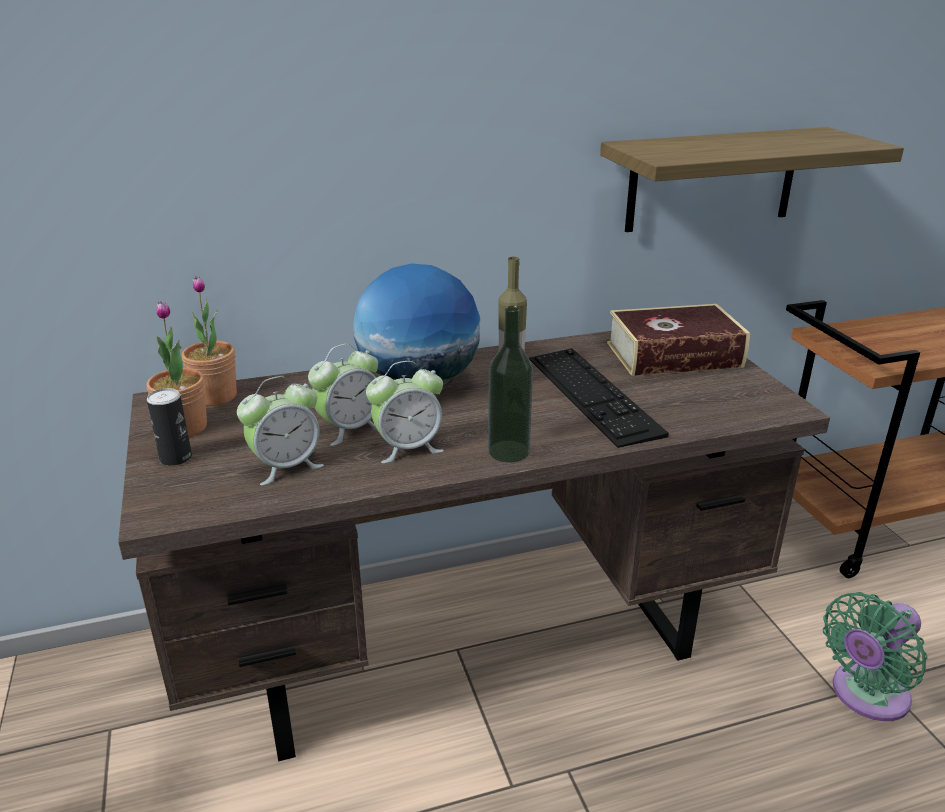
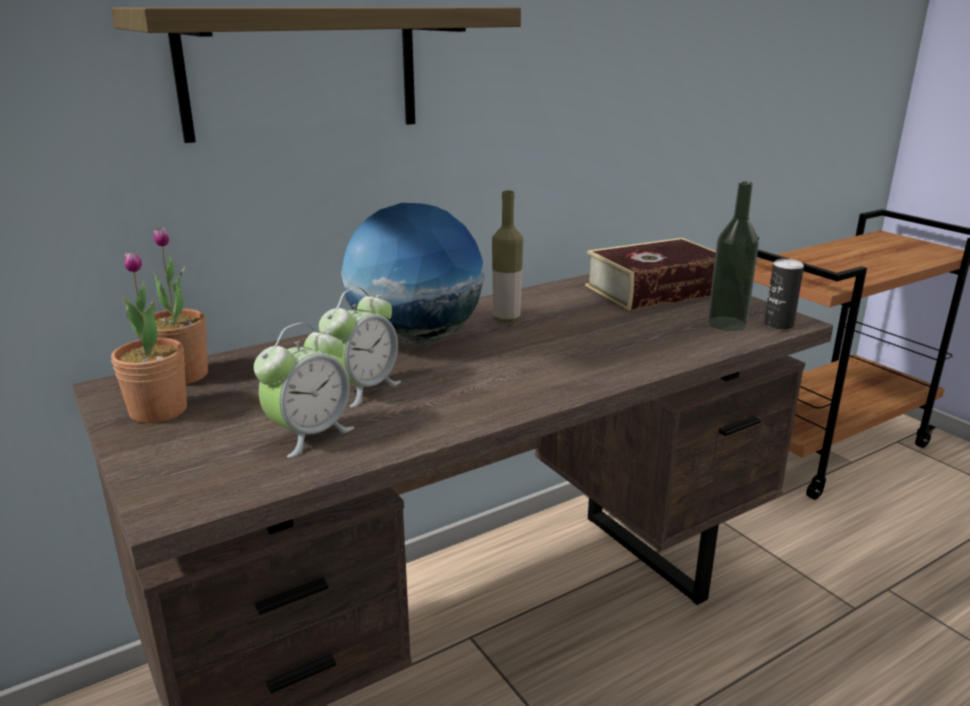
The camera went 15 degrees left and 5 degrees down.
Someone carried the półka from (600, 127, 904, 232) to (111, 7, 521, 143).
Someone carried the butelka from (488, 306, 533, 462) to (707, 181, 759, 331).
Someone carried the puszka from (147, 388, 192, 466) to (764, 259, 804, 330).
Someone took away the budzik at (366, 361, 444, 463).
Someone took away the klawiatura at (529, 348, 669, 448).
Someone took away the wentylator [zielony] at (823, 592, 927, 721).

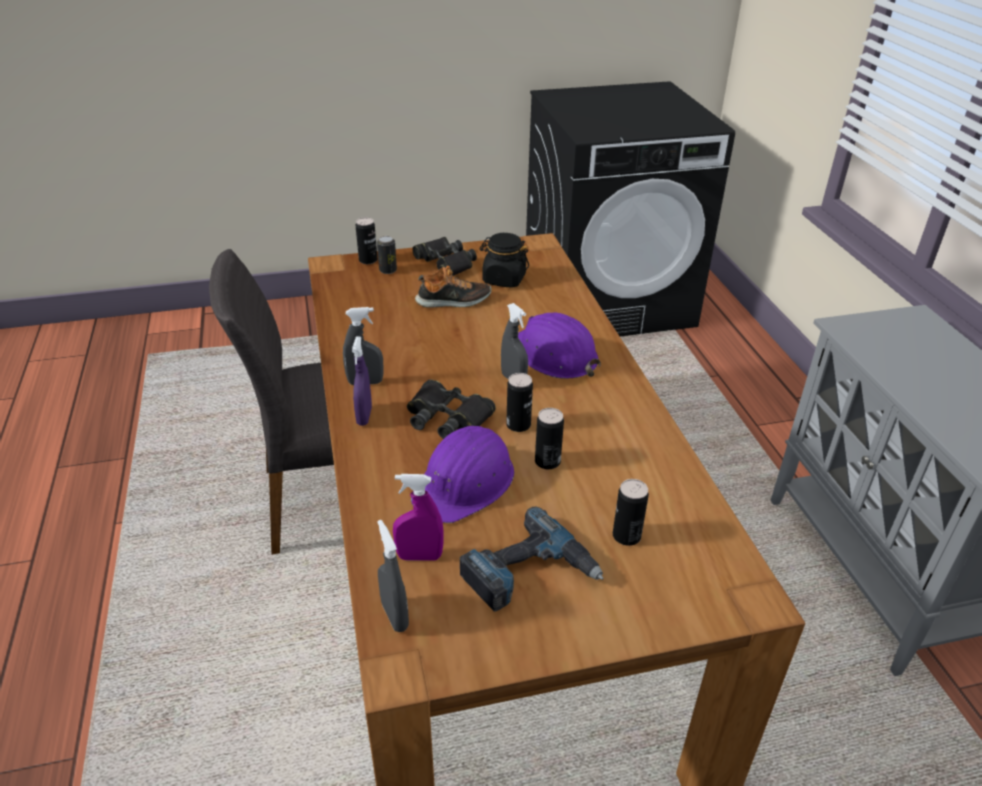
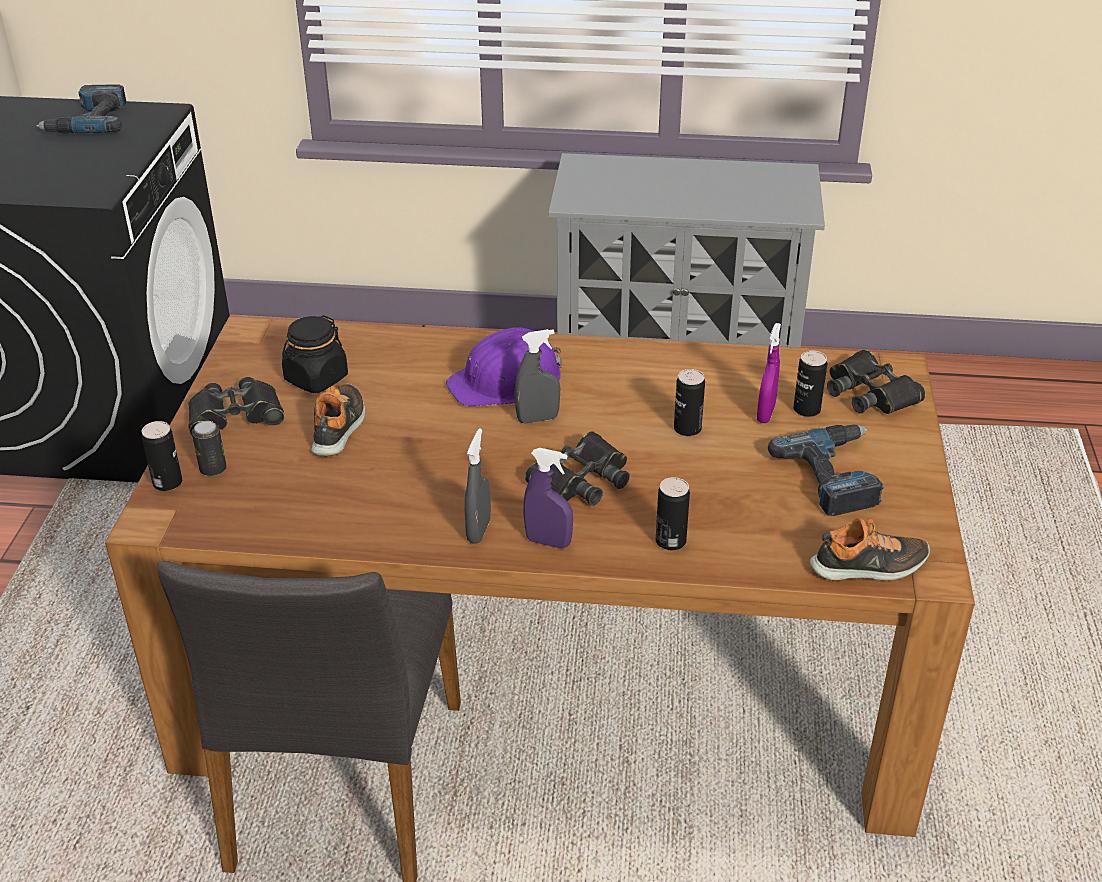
The camera went 70 degrees left and 0 degrees up.
Someone put down the wiertarka at (36, 84, 127, 134).
Someone carried the puszka from (506, 373, 533, 432) to (656, 477, 690, 550).
Someone carried the spryskiwacz [fioletowy] from (393, 474, 444, 561) to (757, 323, 781, 423).
Someone swapped the spryskiwacz [szary] at (377, 520, 409, 632) for the but at (810, 518, 930, 580).
Someone put down the lornetka [czarny] at (827, 350, 926, 414).
Someone took away the kask [fioletowy] at (411, 426, 514, 523).

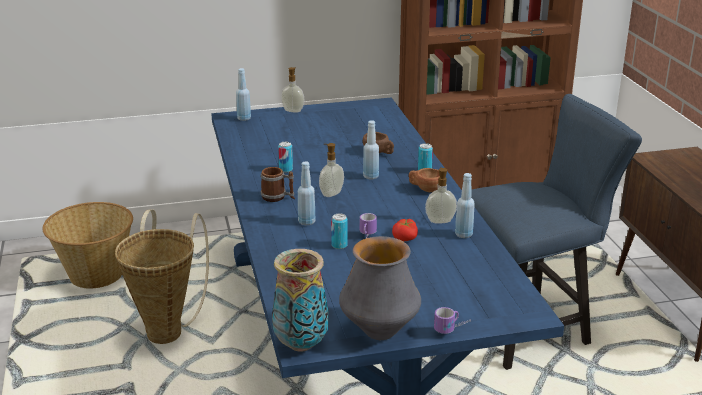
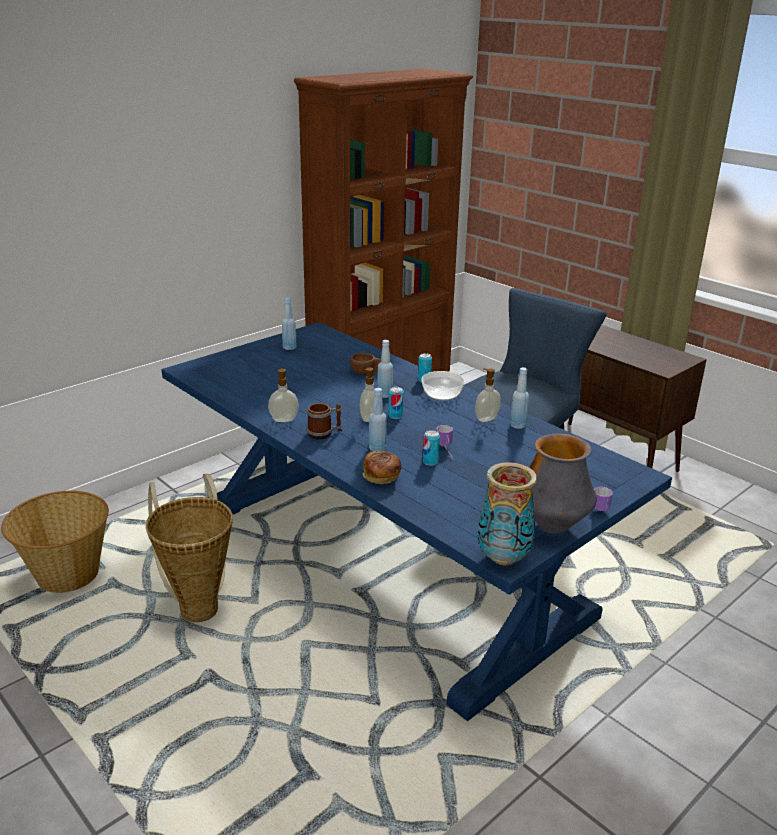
The camera went 30 degrees left and 0 degrees up.
Someone carried the dozownik mydła from (281, 67, 305, 113) to (268, 368, 299, 422).
Someone carried the butelka [niebieski] from (236, 68, 251, 121) to (282, 298, 297, 350).
Someone put down the chleb at (363, 451, 402, 484).
Someone carried the puszka from (278, 142, 293, 172) to (389, 387, 404, 419).
Someone swapped the filiżanka [brązowy] at (409, 168, 440, 192) for the miska at (422, 371, 465, 400).
Someone took away the pomidor at (392, 219, 418, 241).

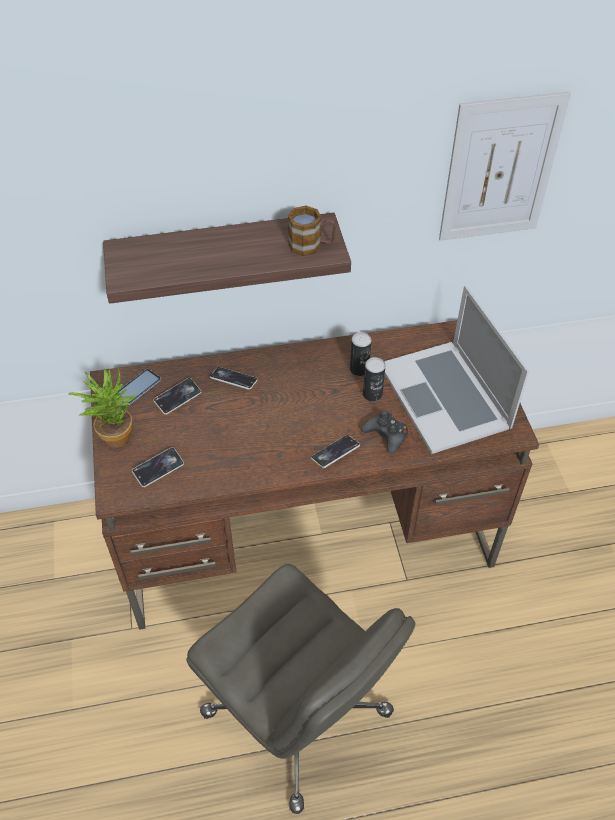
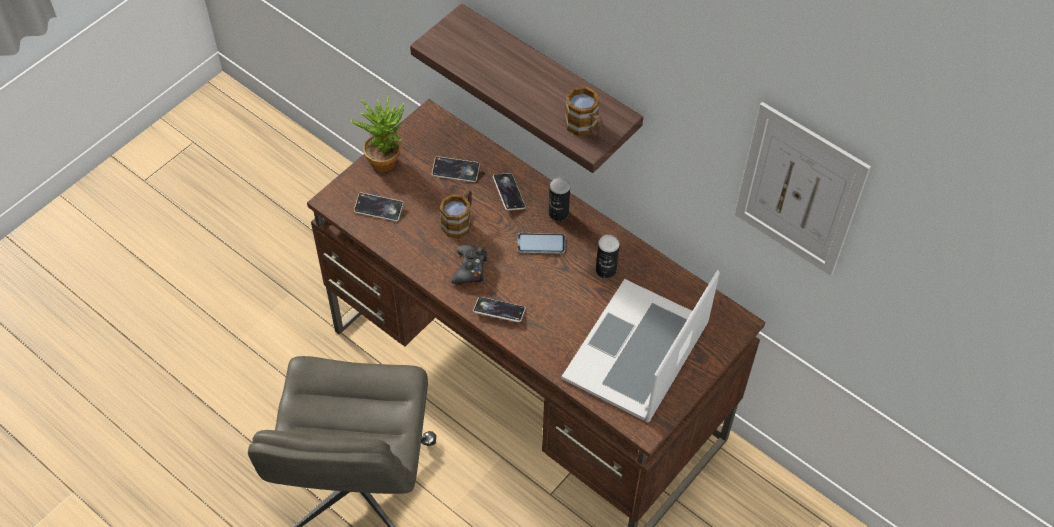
The camera went 50 degrees right and 5 degrees up.
Someone put down the kubek at (440, 189, 472, 238).
Someone carried the pad do gier [czarny] from (361, 411, 408, 454) to (451, 245, 488, 284).
Someone carried the telefon from (118, 369, 161, 405) to (517, 233, 565, 253).
Someone carried the puszka from (363, 357, 386, 402) to (549, 177, 570, 221).

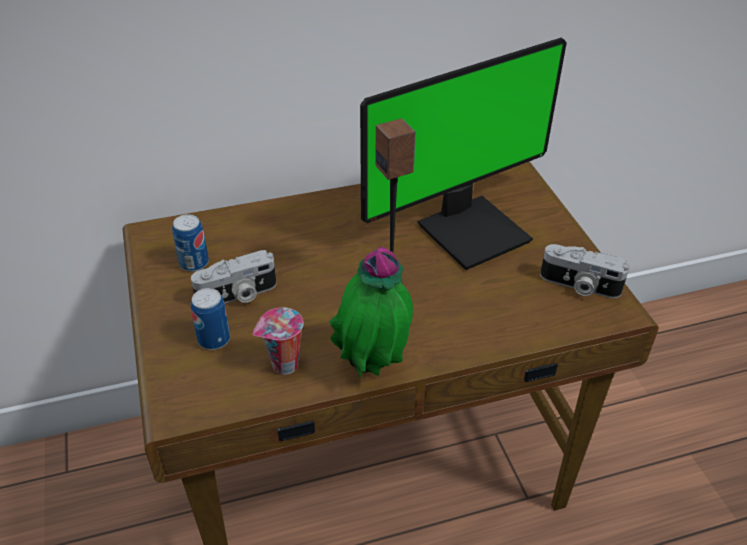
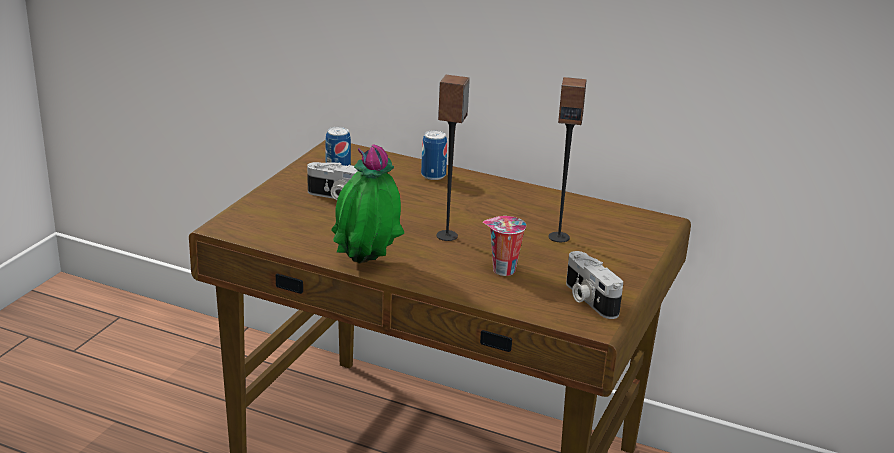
The camera went 40 degrees right and 15 degrees down.
Someone carried the puszka from (191, 288, 230, 350) to (421, 130, 447, 180).
Someone carried the filiżanka from (253, 308, 303, 375) to (483, 216, 526, 276).
Someone swapped the monitor at (360, 38, 567, 270) for the głośnik at (548, 77, 587, 242).

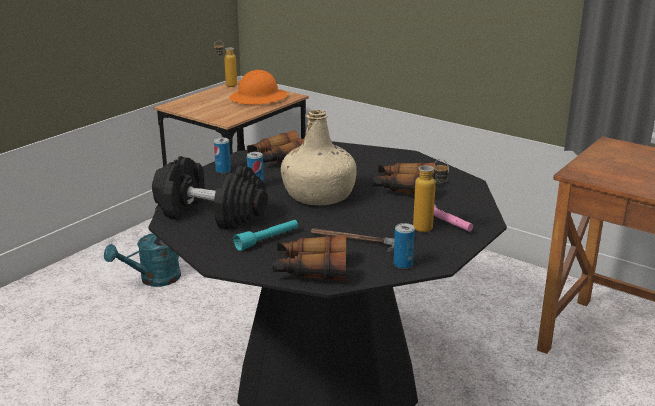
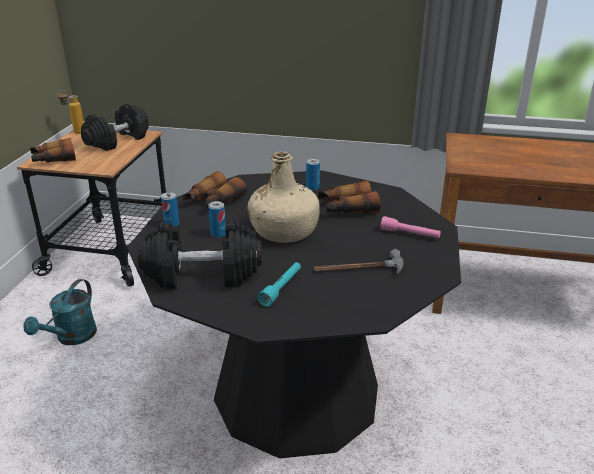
The camera went 25 degrees left and 5 degrees up.
Someone carried the lornetka from (273, 235, 346, 282) to (30, 138, 76, 162).
Someone swapped the kask [pomarańczowy] at (229, 70, 288, 105) for the hantel [czarny] at (81, 103, 149, 151).
Someone carried the puszka from (394, 223, 415, 269) to (306, 159, 320, 191).
Someone took away the butelka at (413, 159, 449, 232).

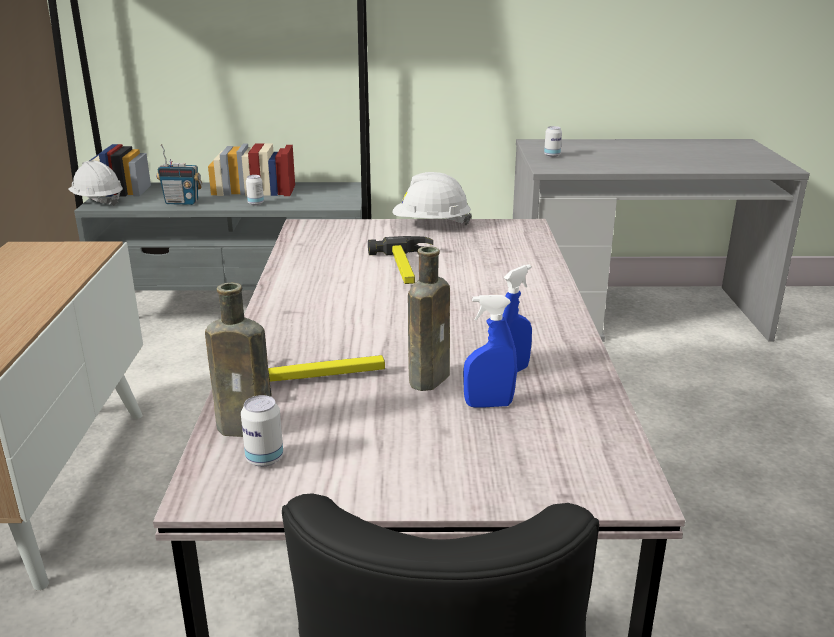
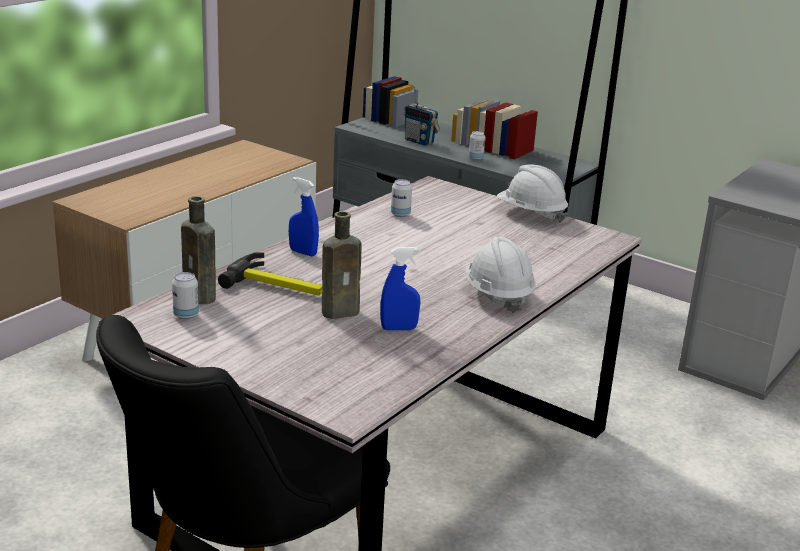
The camera went 35 degrees right and 0 degrees up.
Someone carried the spryskiwacz [niebieski] from (463, 295, 517, 408) to (289, 177, 319, 256).
Someone carried the puszka from (544, 126, 562, 157) to (391, 179, 412, 217).
Someone carried the kask [biały] from (68, 160, 123, 206) to (465, 237, 536, 313).
Someone took away the młotek at (368, 236, 433, 284).

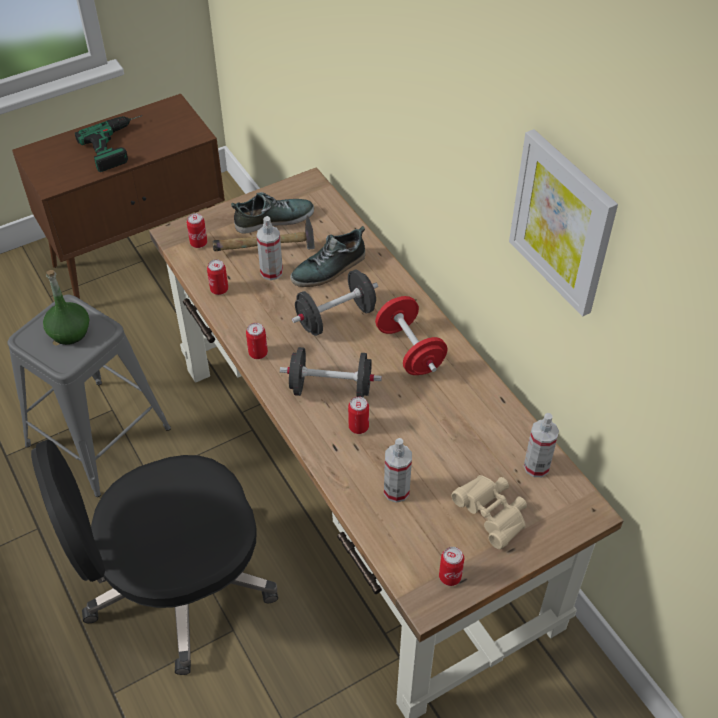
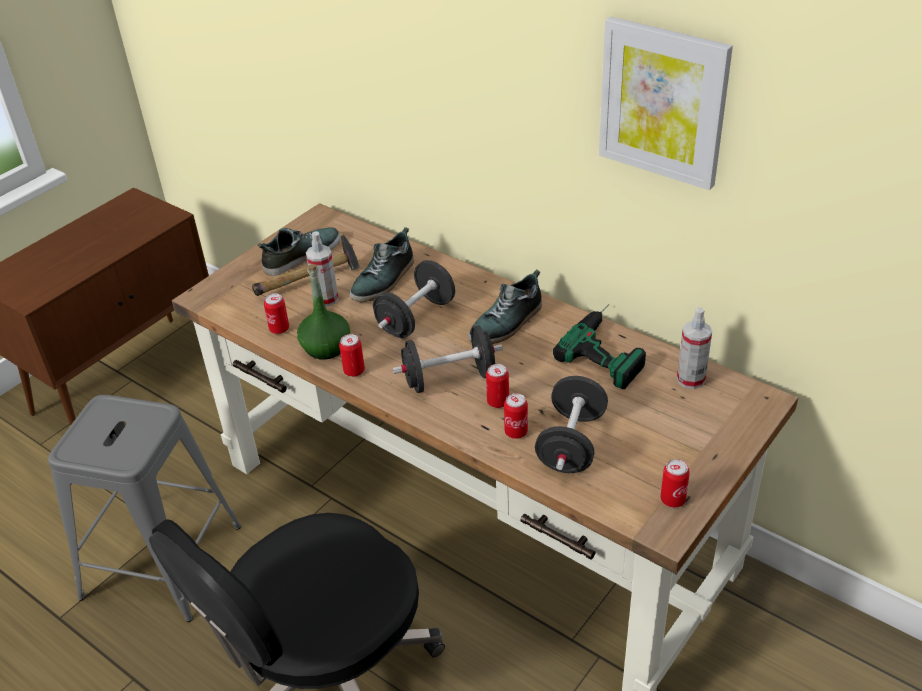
The camera went 20 degrees left and 10 degrees down.
Someone carried the butelka [zielony] from (43, 270, 89, 345) to (297, 264, 350, 360).
Someone swapped the hantel [czerwony] at (375, 296, 447, 375) for the but at (468, 269, 542, 344).
Someone carried the puszka from (187, 213, 207, 248) to (504, 393, 528, 439).
Someone swapped the spryskiwacz at (384, 438, 412, 503) for the hantel [czarny] at (535, 376, 608, 473).
Someone carried the wiertarka from (75, 115, 142, 172) to (553, 304, 646, 389).
Someone took away the lornetka [beżowy] at (451, 475, 527, 549).

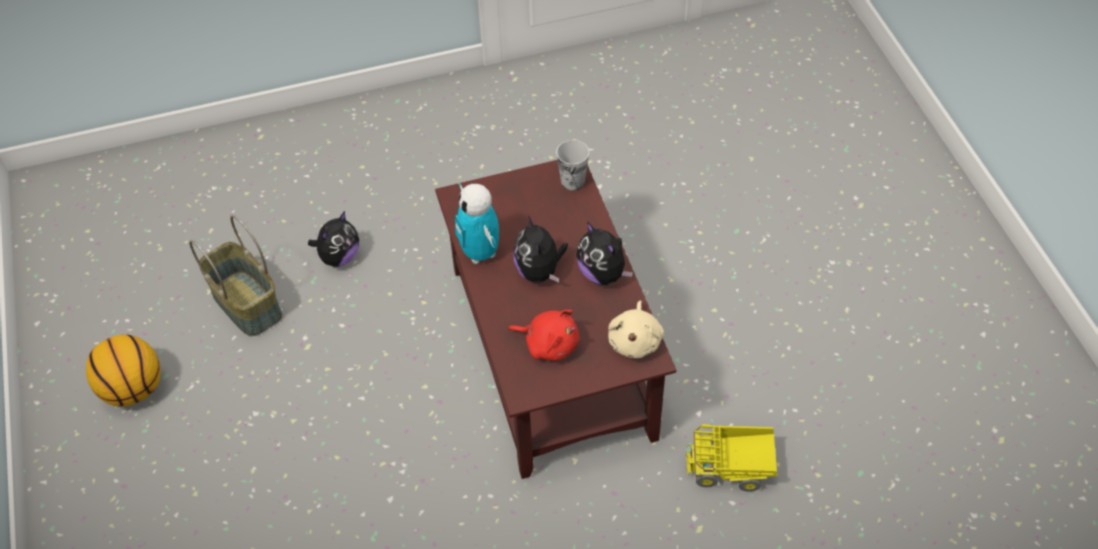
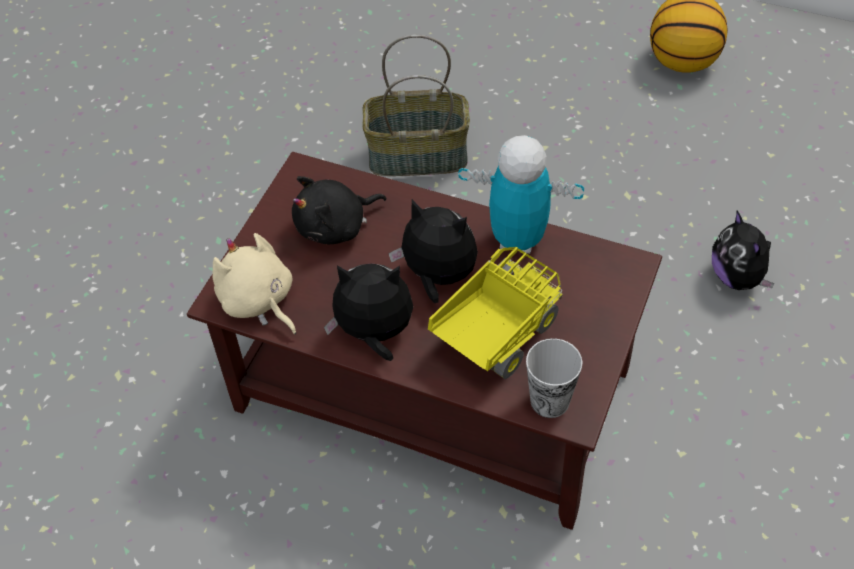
The camera went 130 degrees right and 0 degrees up.
Someone repainted the pluszak [czerwony] at (508, 310, 579, 360), which became the pluszak [czarny] at (292, 176, 386, 244).
Someone carried the koszyk from (189, 215, 282, 336) to (362, 35, 470, 176).
Someone carried the ciężarówka zabawkowa from (686, 424, 777, 492) to (428, 247, 563, 379).

